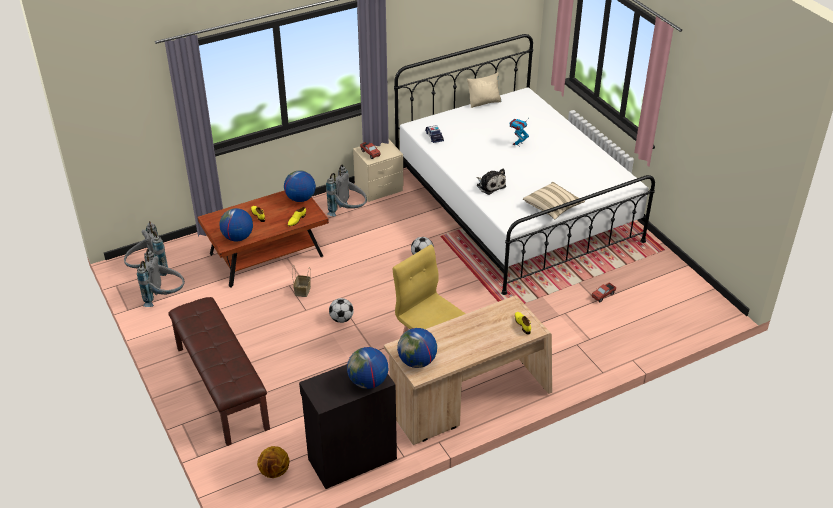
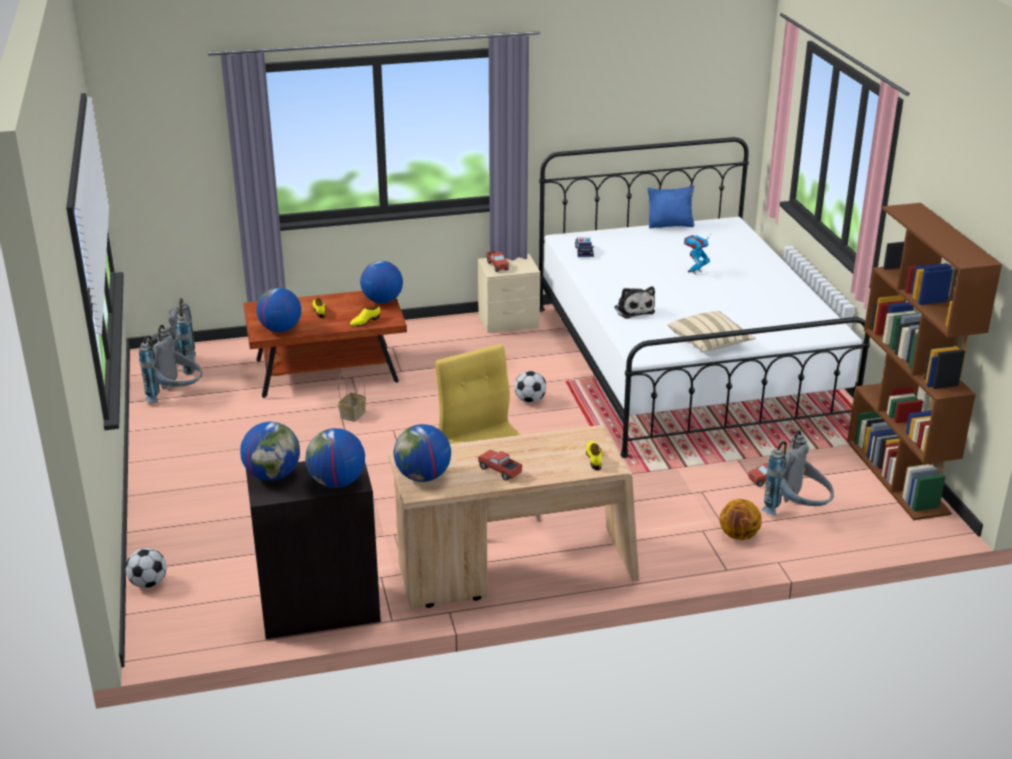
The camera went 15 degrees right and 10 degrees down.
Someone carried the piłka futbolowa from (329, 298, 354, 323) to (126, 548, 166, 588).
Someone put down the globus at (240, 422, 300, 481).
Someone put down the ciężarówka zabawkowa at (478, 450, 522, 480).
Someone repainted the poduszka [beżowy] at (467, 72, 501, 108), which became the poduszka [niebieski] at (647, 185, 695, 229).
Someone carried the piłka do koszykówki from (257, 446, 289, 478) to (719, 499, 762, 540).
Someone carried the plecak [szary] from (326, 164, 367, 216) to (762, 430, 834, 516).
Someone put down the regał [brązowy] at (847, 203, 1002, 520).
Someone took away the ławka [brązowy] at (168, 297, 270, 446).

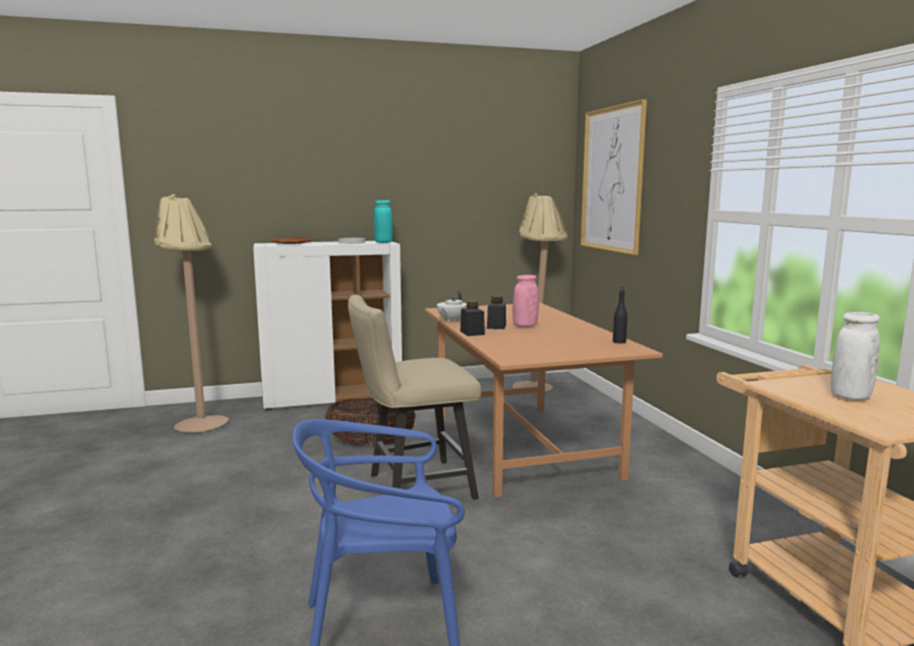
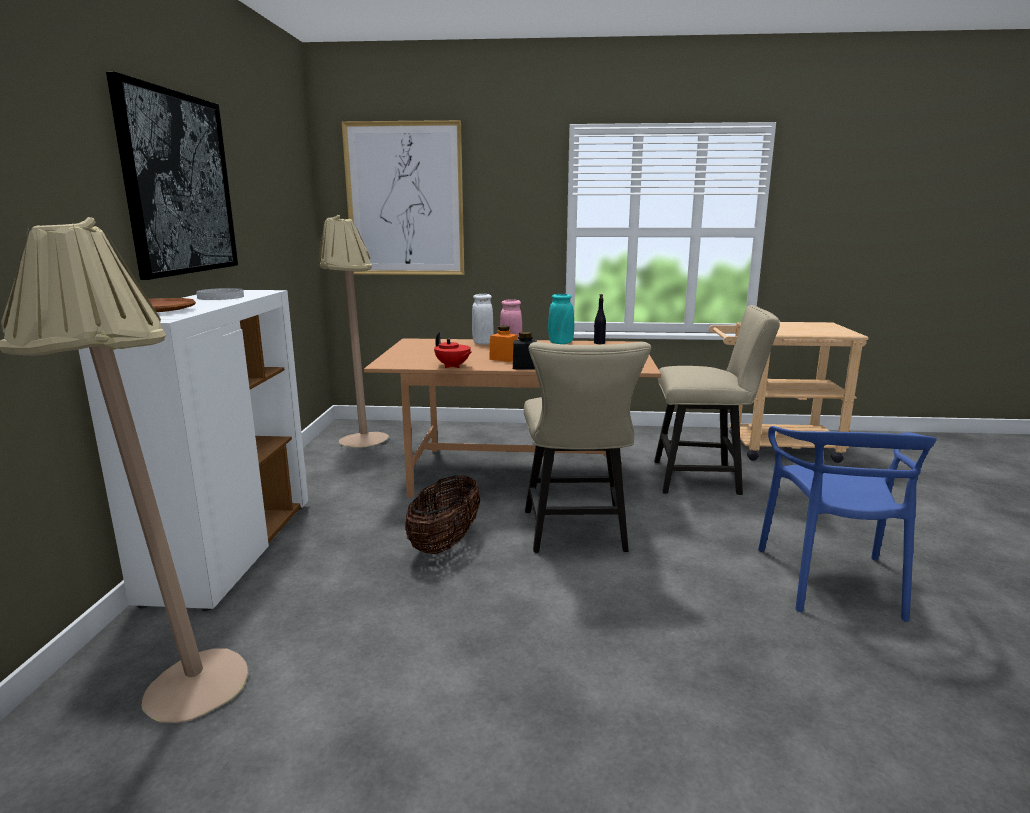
The camera went 70 degrees left and 5 degrees up.
Someone put up the obraz at (106, 72, 238, 280).
Someone repainted the imbryk [biały] at (437, 291, 467, 322), which became the imbryk [czerwony] at (434, 333, 471, 368).
Someone carried the wazon [biały] from (831, 312, 880, 400) to (472, 294, 494, 344).
Someone repainted the słoik [czarny] at (487, 295, 506, 329), which became the słoik [pomarańczowy] at (489, 326, 518, 362).
Someone carried the wazon [turkusowy] from (374, 200, 393, 243) to (548, 294, 574, 344).
Someone put down the krzesło [beżowy] at (654, 305, 780, 495).

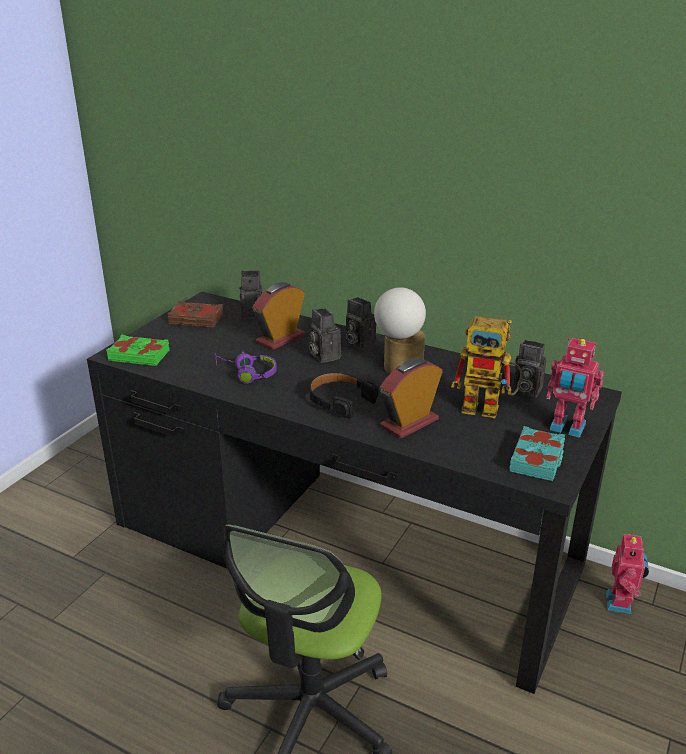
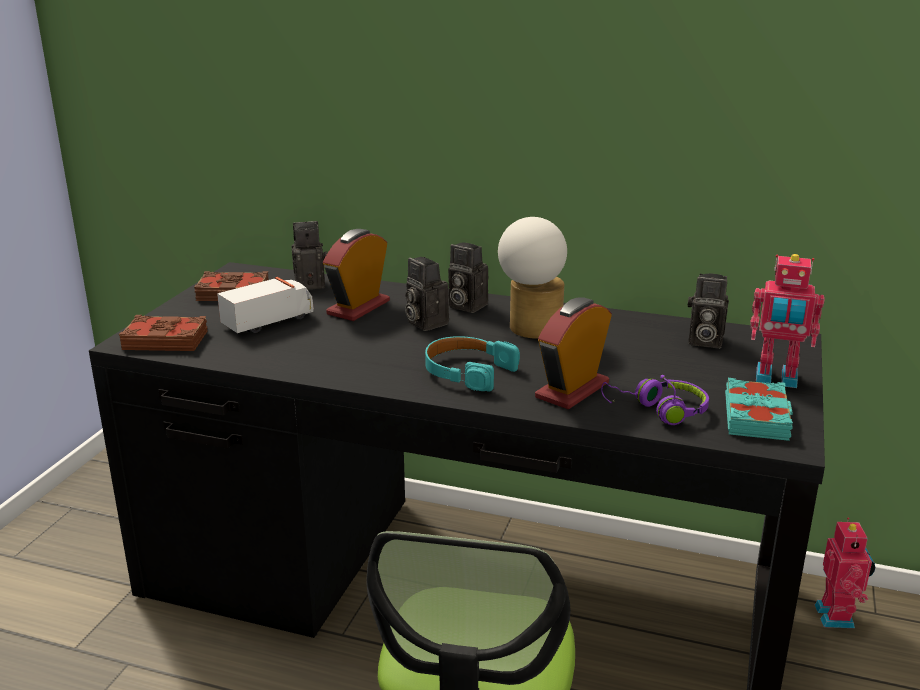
The camera went 10 degrees left and 5 degrees down.
Someone repainted the książka [zielony] at (107, 335, 170, 366), which became the książka [brązowy] at (119, 315, 208, 351).
Someone put down the ciężarówka zabawkowa at (217, 277, 314, 333).
Someone repainted the słuchawki [czarny] at (310, 373, 378, 418), which became the słuchawki [turkusowy] at (425, 336, 520, 391).
Someone carried the słuchawki [fioletowy] from (215, 352, 277, 384) to (601, 375, 709, 425).
Someone took away the robot zabawkowy at (451, 316, 523, 418).

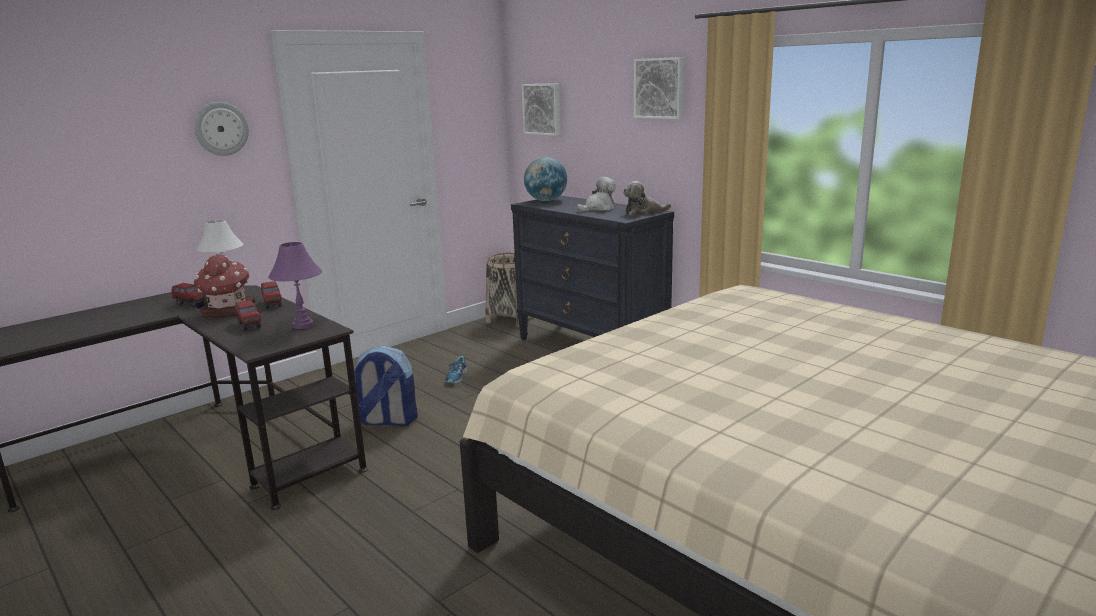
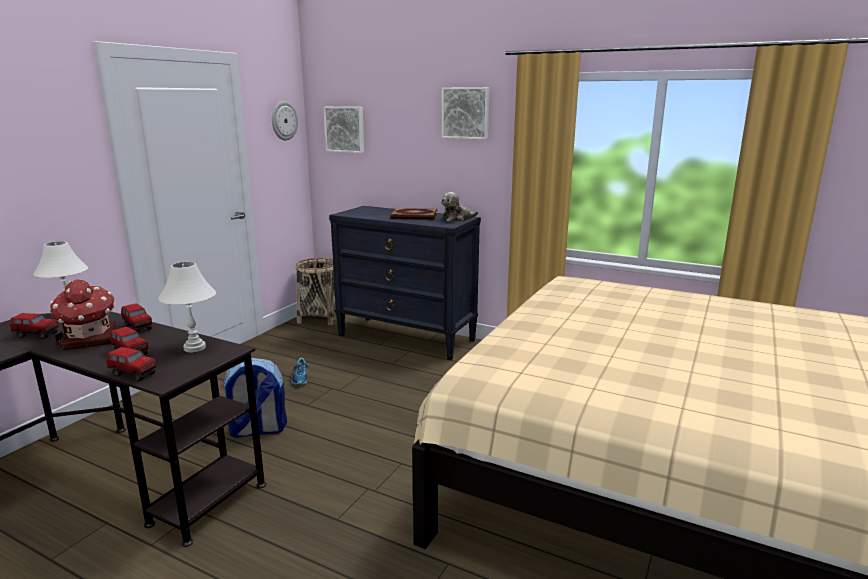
The camera went 20 degrees left and 0 degrees up.
Someone put down the ciężarówka zabawkowa at (106, 347, 156, 381).
Someone repainted the lampa stołowa [fioletowy] at (268, 242, 322, 329), which became the lampa stołowa [biały] at (158, 262, 216, 352).
Someone carried the zegar ścienny from (194, 102, 249, 156) to (272, 101, 298, 140).
Someone swapped the pluszak at (577, 177, 616, 211) for the książka at (390, 208, 438, 220).
Someone took away the globus at (524, 157, 567, 201).

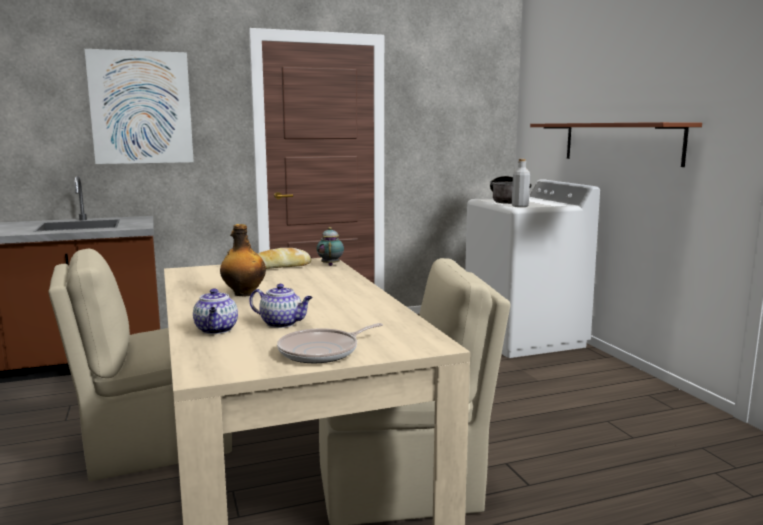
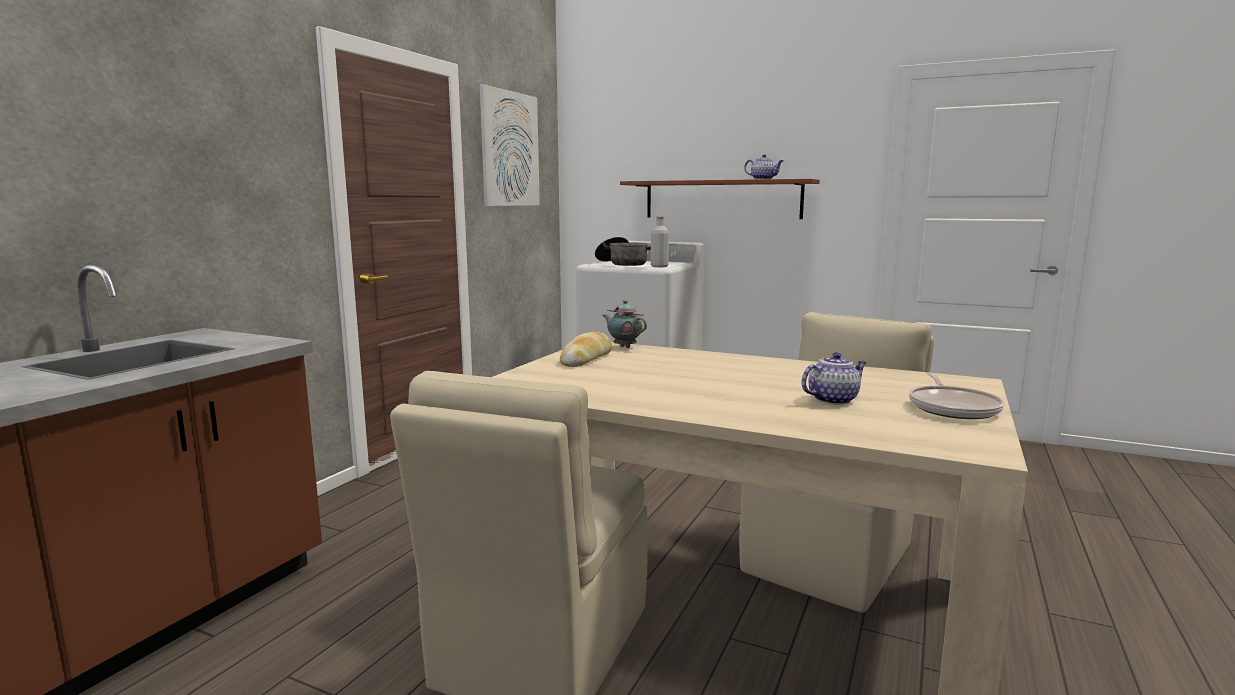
The camera went 45 degrees left and 0 degrees up.
Someone carried the obraz from (84, 49, 194, 164) to (480, 84, 540, 206).
Someone carried the imbryk from (193, 289, 238, 334) to (744, 154, 783, 179).
Someone took away the butelka at (220, 224, 266, 296).

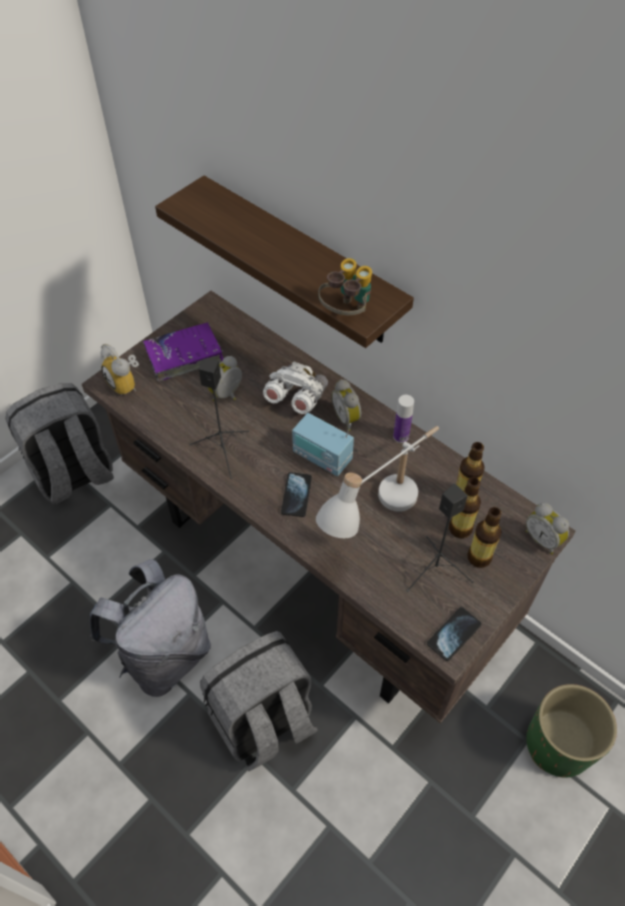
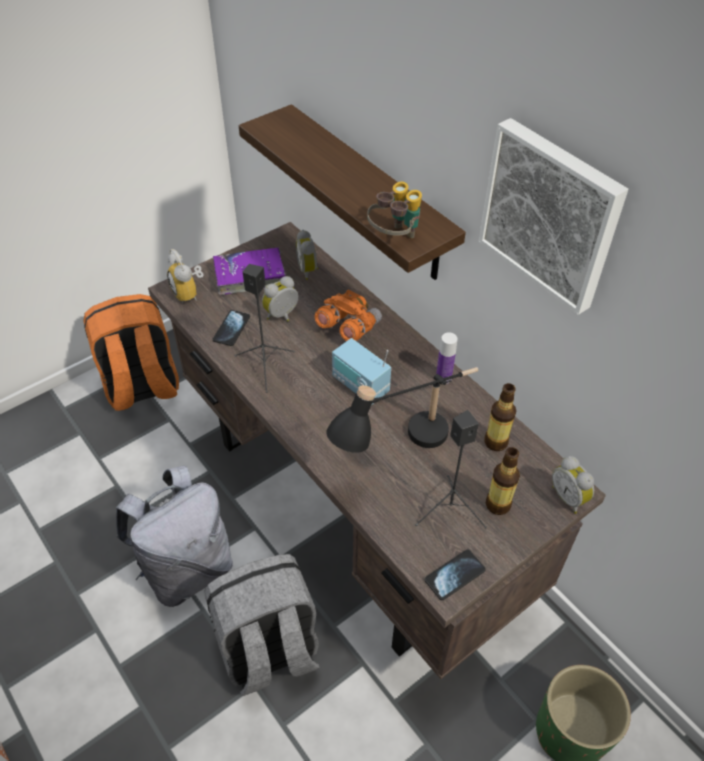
The camera went 10 degrees right and 5 degrees down.
Someone repainted the plecak [szary] at (6, 383, 114, 504), which became the plecak [pomarańczowy] at (83, 294, 179, 411).
Someone carried the telefon from (281, 472, 312, 517) to (213, 310, 250, 346).
Someone carried the budzik from (331, 379, 361, 431) to (295, 230, 318, 280).
Someone repainted the lornetka [biały] at (263, 361, 328, 414), which became the lornetka [pomarańczowy] at (315, 289, 382, 341).
Someone repainted the lampa stołowa [biały] at (316, 426, 439, 538), which became the lampa stołowa [czarny] at (326, 367, 479, 453).
Someone put up the obraz at (478, 118, 628, 315).
Someone took away the butelka at (449, 477, 481, 539).

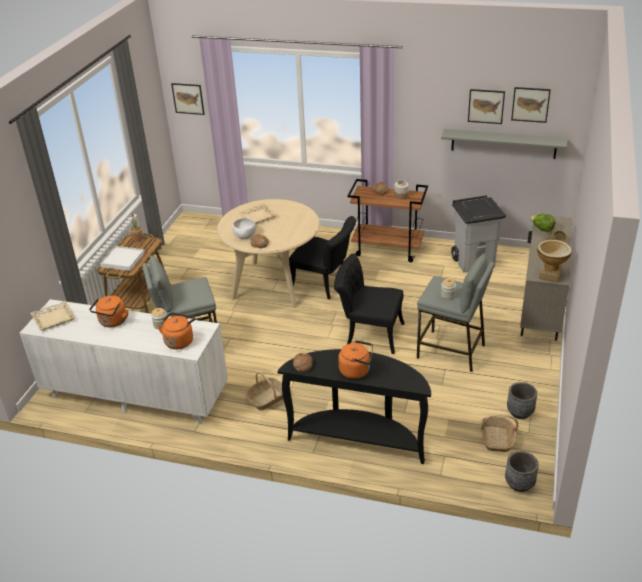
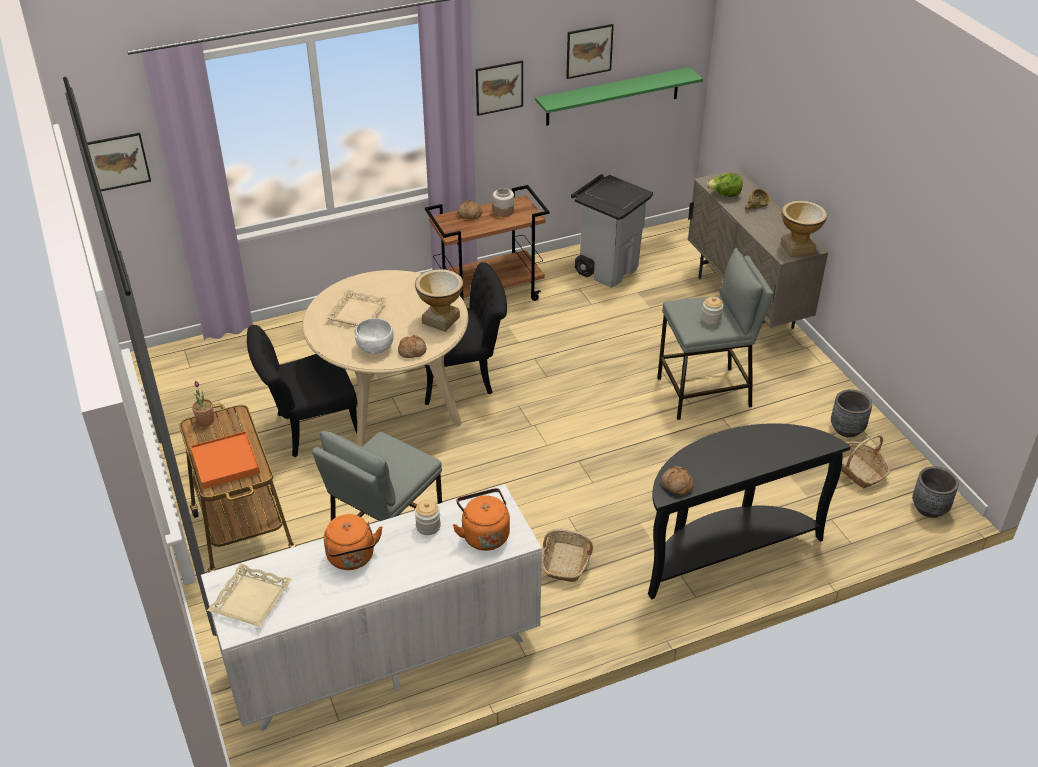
The camera went 40 degrees left and 5 degrees up.
Someone repainted the taca [biały] at (100, 246, 145, 271), which became the taca [pomarańczowy] at (190, 431, 260, 489).
Someone carried the krzesło [czarny] from (334, 254, 405, 354) to (247, 325, 358, 457).
Someone put down the wazon at (415, 269, 463, 332).
Someone carried the obraz from (511, 87, 551, 123) to (476, 60, 523, 116).
Someone repainted the półka [szary] at (441, 129, 567, 159), which became the półka [zielony] at (535, 67, 703, 126).
Someone took away the czajnik [pomarańczowy] at (338, 340, 373, 379).

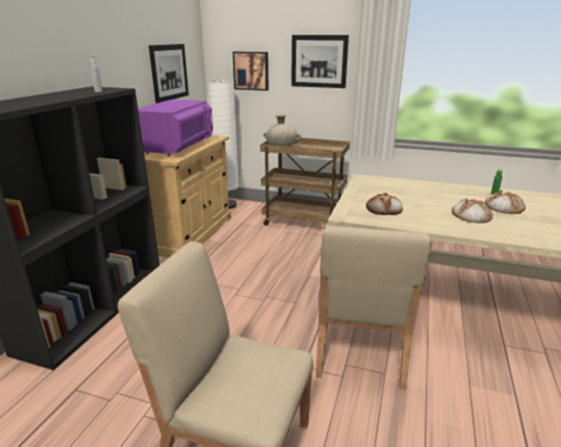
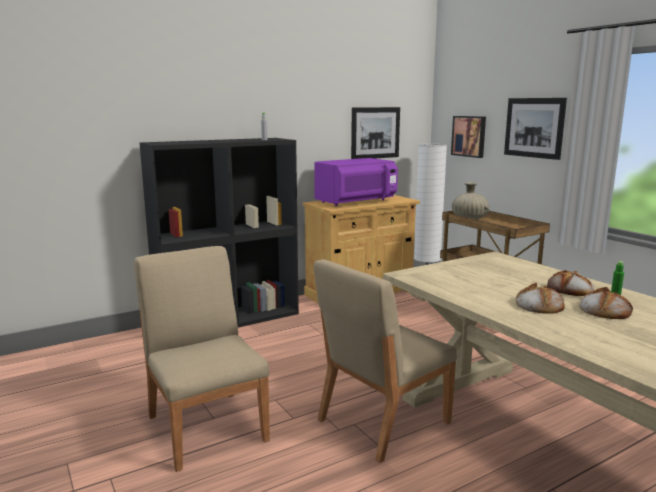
The camera went 40 degrees right and 10 degrees down.
Someone carried the chleb from (366, 193, 403, 215) to (547, 270, 594, 296).

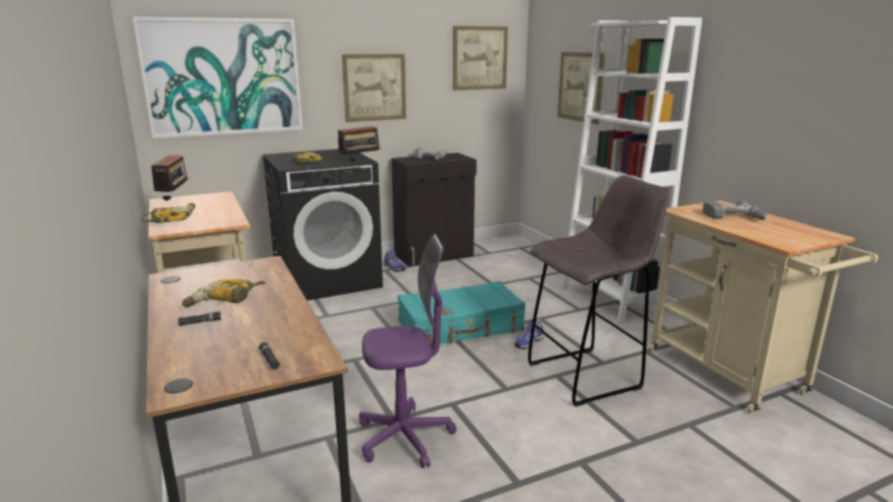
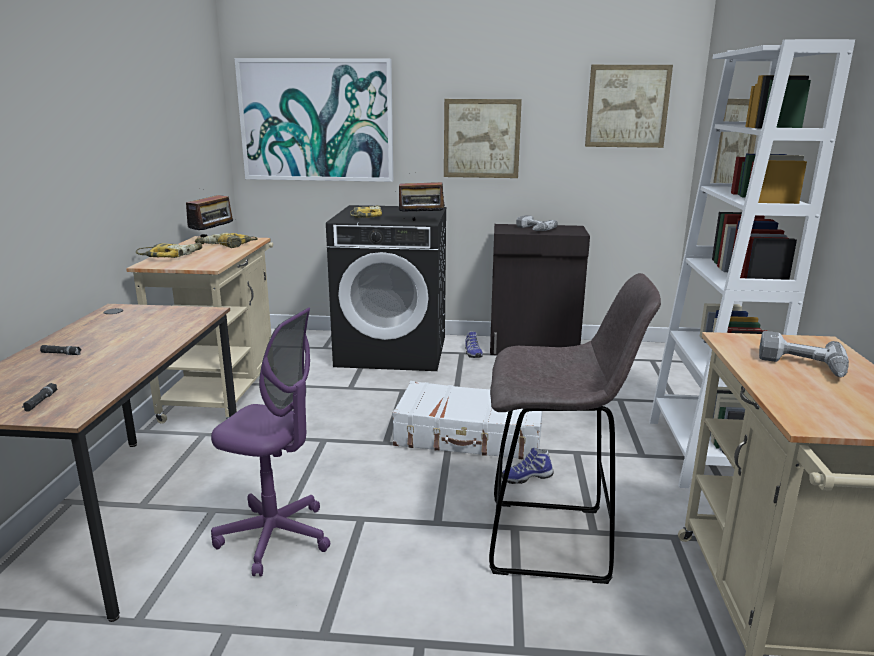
The camera went 30 degrees right and 0 degrees up.
Someone carried the wiertarka from (182, 279, 265, 307) to (195, 233, 258, 248).
Someone repainted the walizka [turkusowy] at (398, 281, 525, 344), which became the walizka [biały] at (392, 381, 542, 459).

